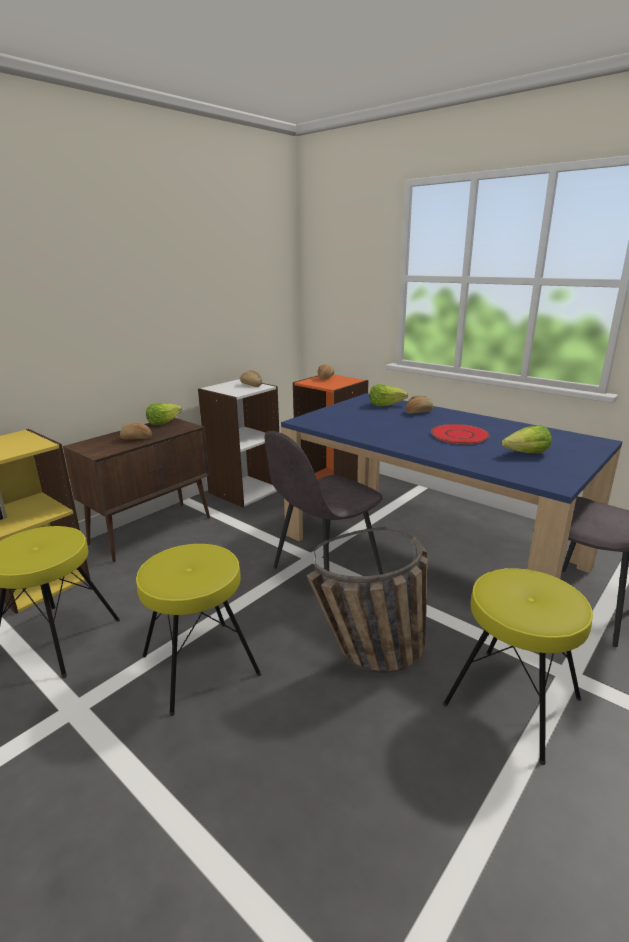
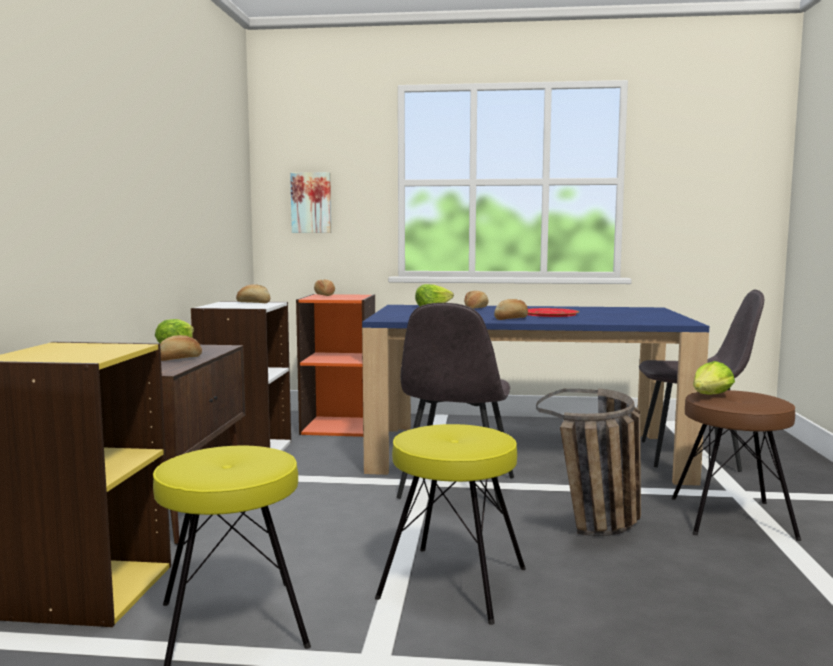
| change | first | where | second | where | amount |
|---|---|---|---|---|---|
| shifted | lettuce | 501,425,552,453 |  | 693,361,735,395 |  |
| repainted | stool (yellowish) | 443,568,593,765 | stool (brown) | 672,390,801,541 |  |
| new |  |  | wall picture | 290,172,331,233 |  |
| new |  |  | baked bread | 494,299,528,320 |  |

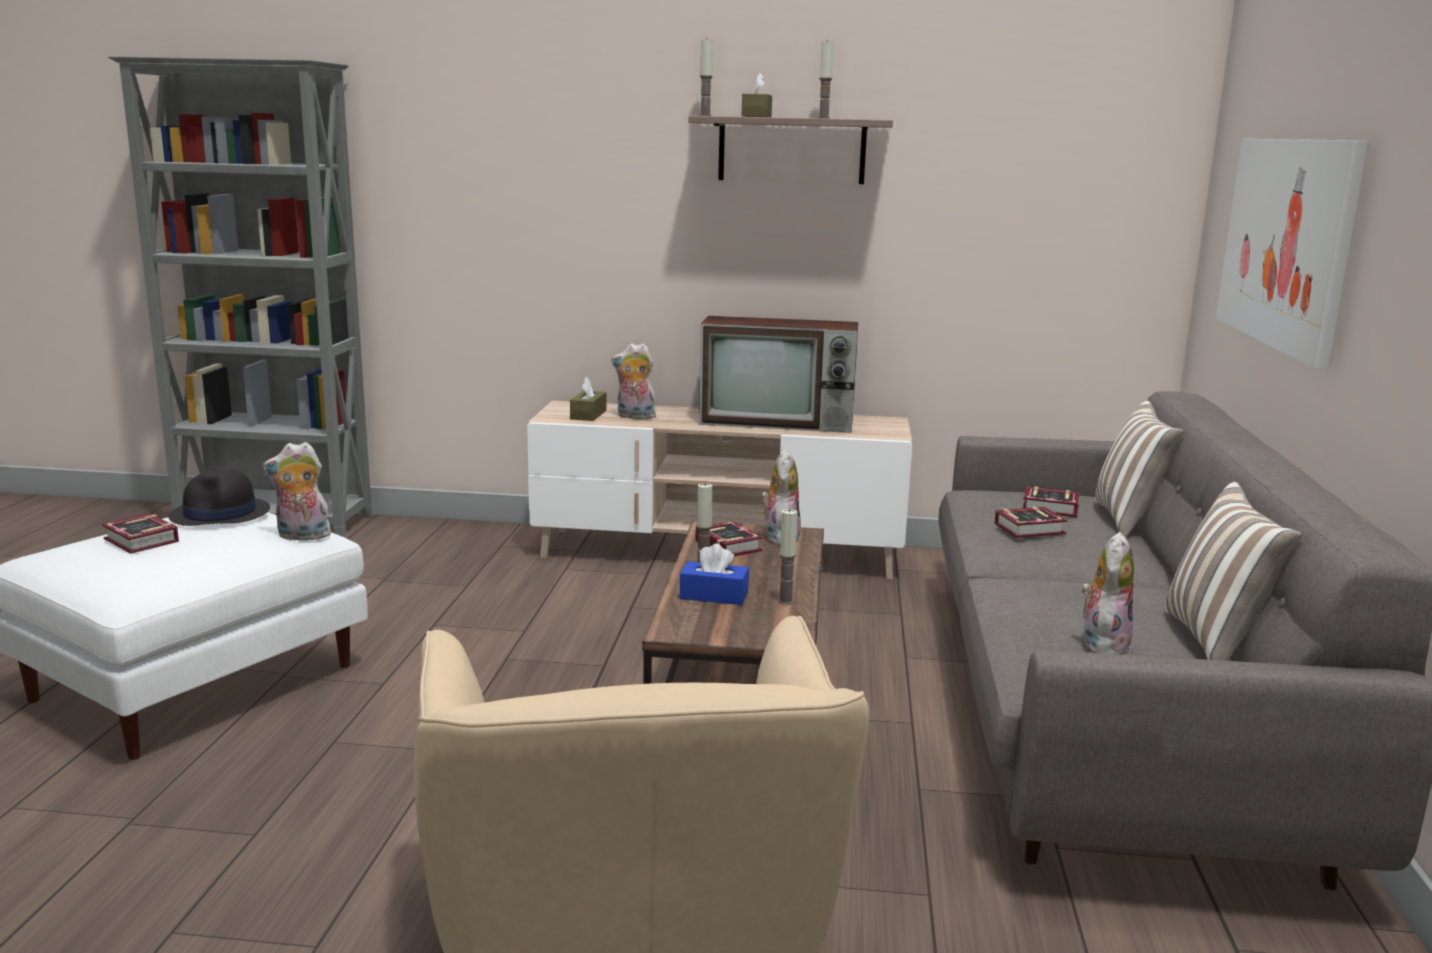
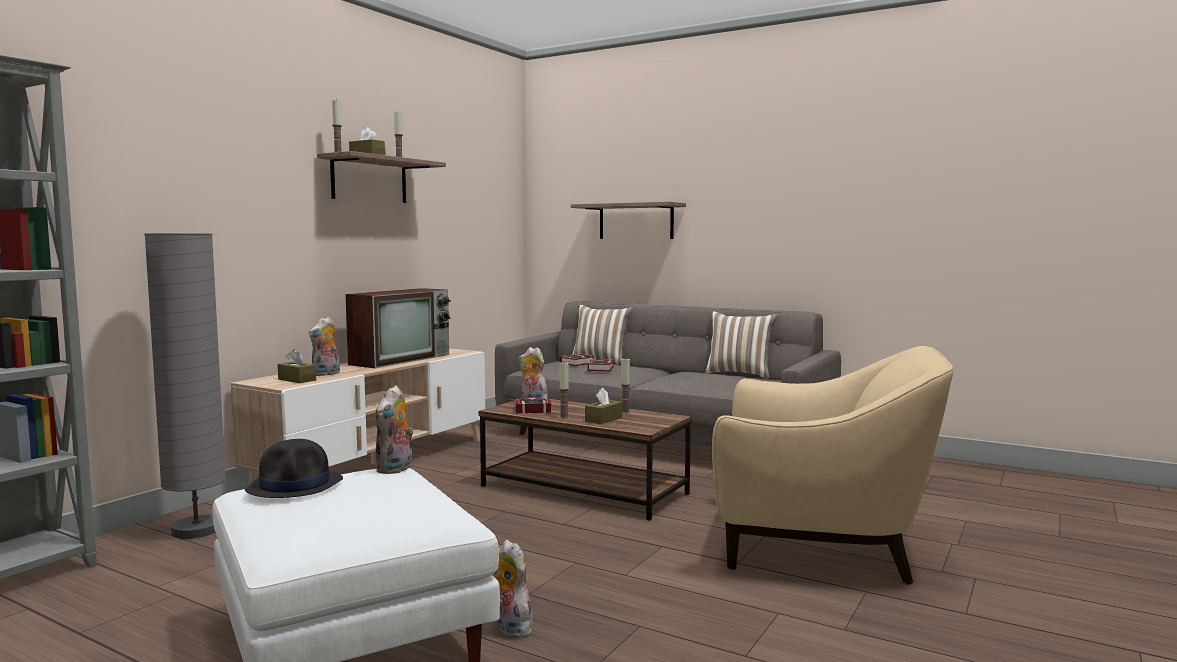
| change | first | where | second | where | amount |
|---|---|---|---|---|---|
| swapped | wall picture | 1216,139,1368,369 | wall shelf | 571,202,686,239 |  |
| gone | book | 102,513,179,554 |  |  |  |
| shifted | plush toy | 1081,532,1134,654 |  | 493,540,533,638 |  |
| repainted | box of tissues (blue) | 680,544,749,605 | box of tissues (brown) | 585,388,622,424 |  |
| new |  |  | standard lamp (grey) | 144,233,226,539 |  |

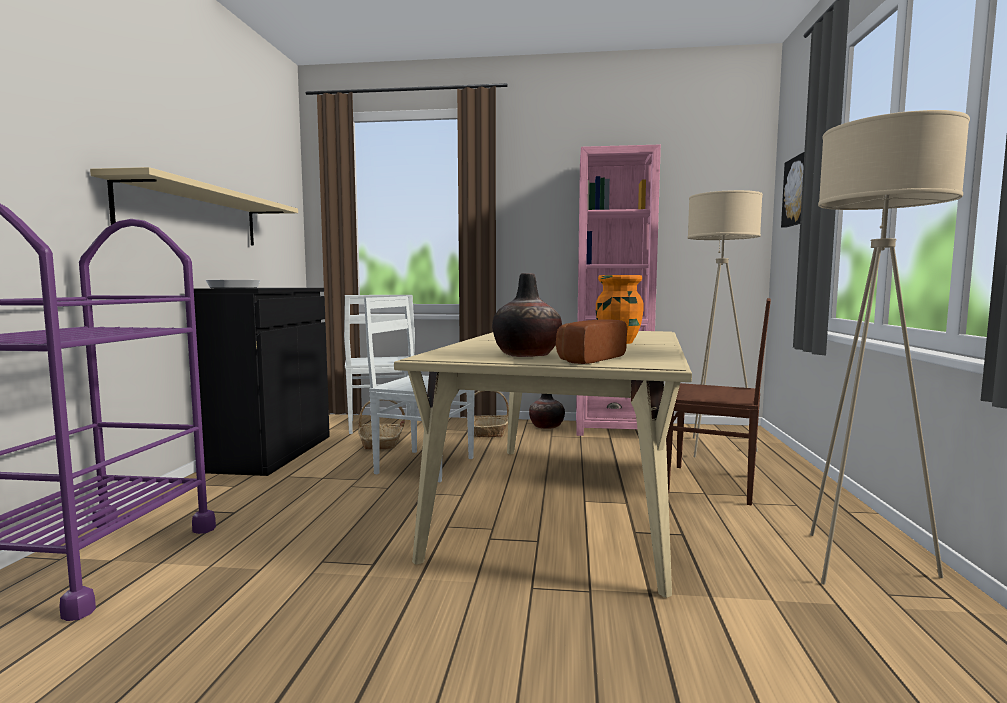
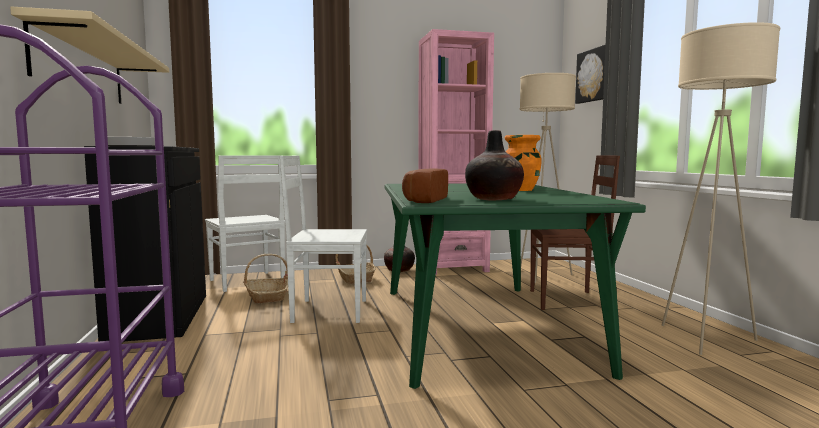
| change | first | where | second | where | amount |
|---|---|---|---|---|---|
| shifted | baked bread | 556,319,627,364 |  | 402,168,448,203 |  |
| repainted | dinner table (sand-coloured) | 394,331,692,598 | dinner table (green) | 385,183,646,389 |  |

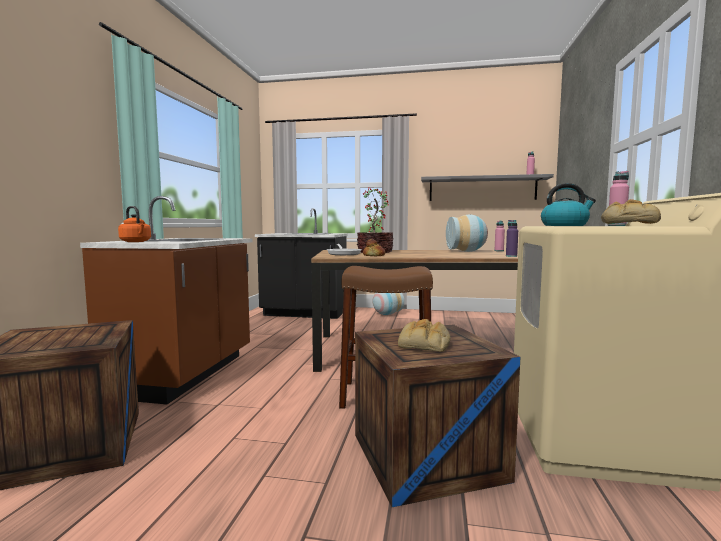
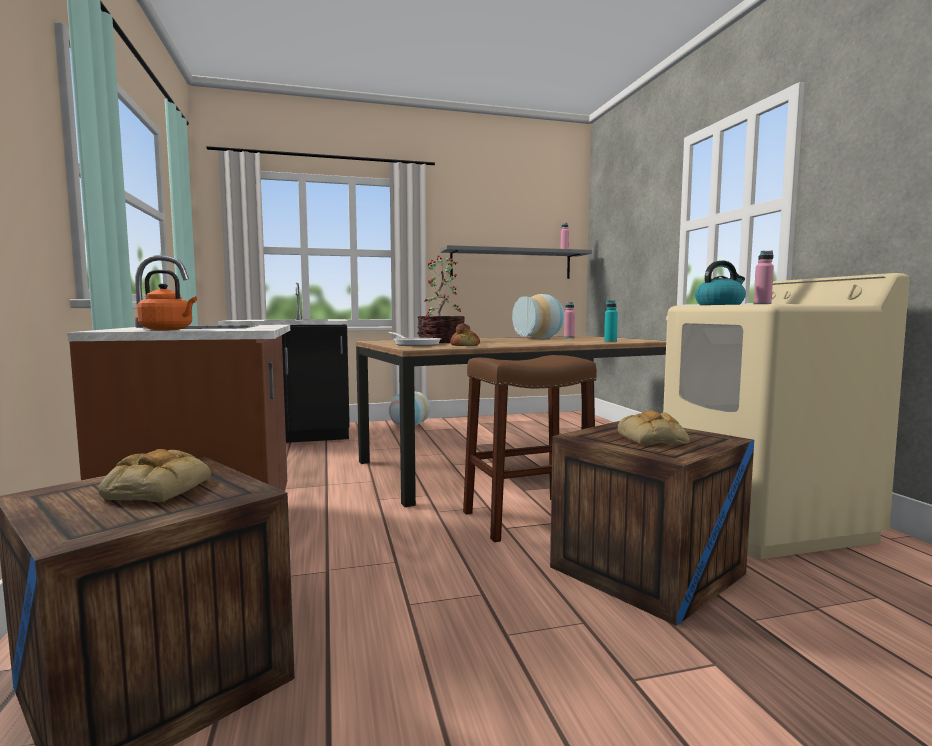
| change | first | where | second | where | amount |
|---|---|---|---|---|---|
| shifted | baked bread | 601,199,661,224 |  | 98,449,211,502 |  |
| repainted | beverage bottle (purple-coloured) | 506,220,518,257 | beverage bottle (turquoise) | 604,300,618,342 |  |

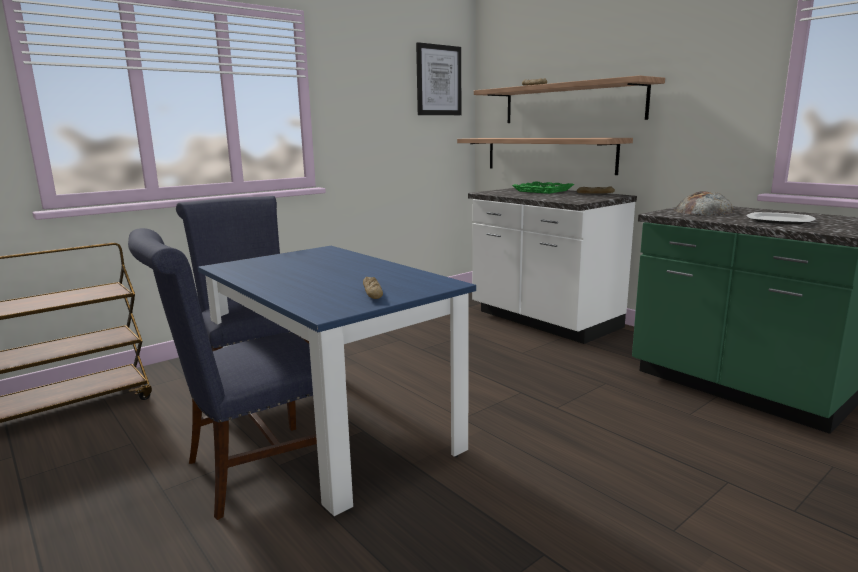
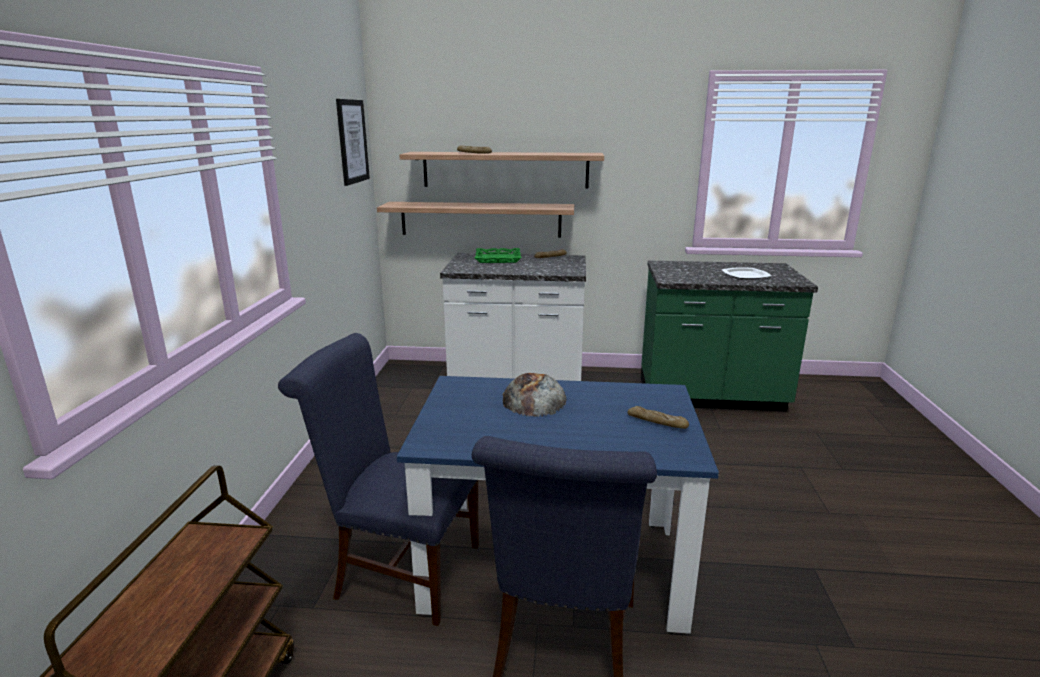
| change | first | where | second | where | amount |
|---|---|---|---|---|---|
| shifted | baked bread | 674,191,734,216 |  | 502,373,567,417 |  |

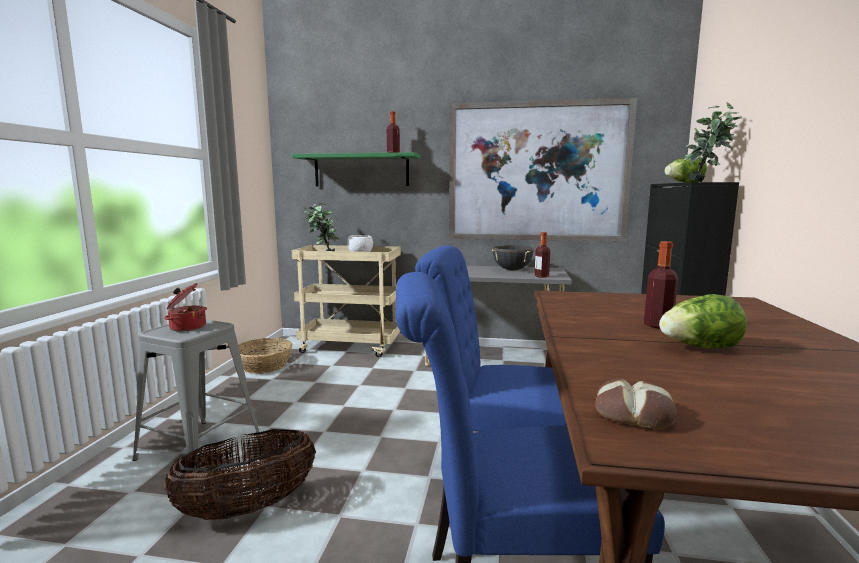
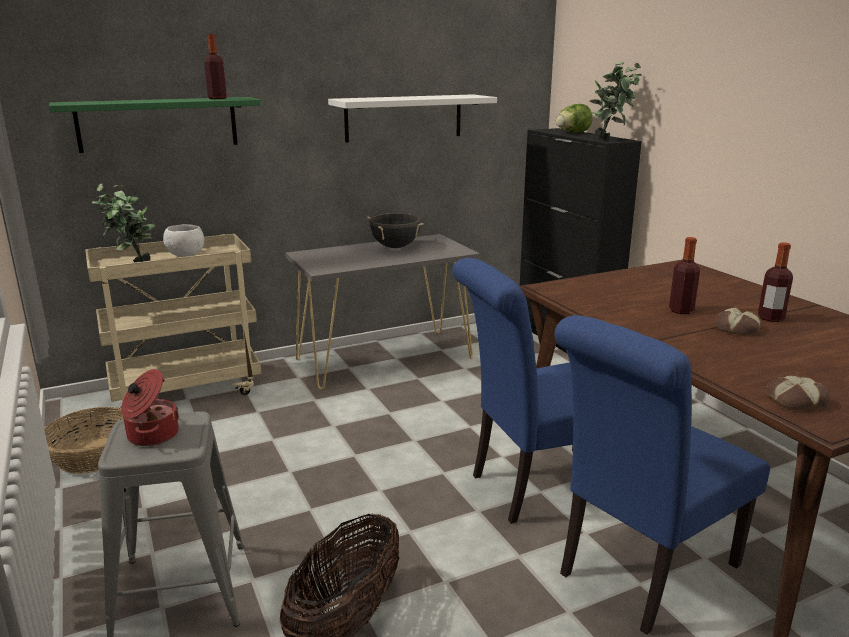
| change | first | where | second | where | amount |
|---|---|---|---|---|---|
| swapped | wall picture | 449,98,637,242 | wall shelf (white) | 328,94,497,143 |  |
| shifted | beverage bottle | 535,232,550,278 |  | 758,242,793,322 |  |
| swapped | lettuce | 659,294,747,349 | baked bread | 715,307,762,335 |  |

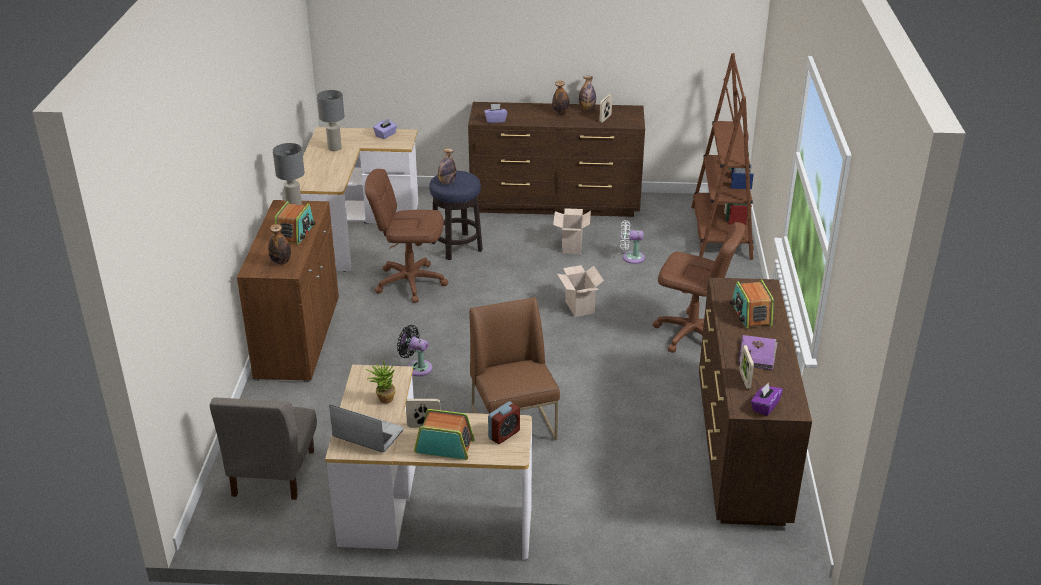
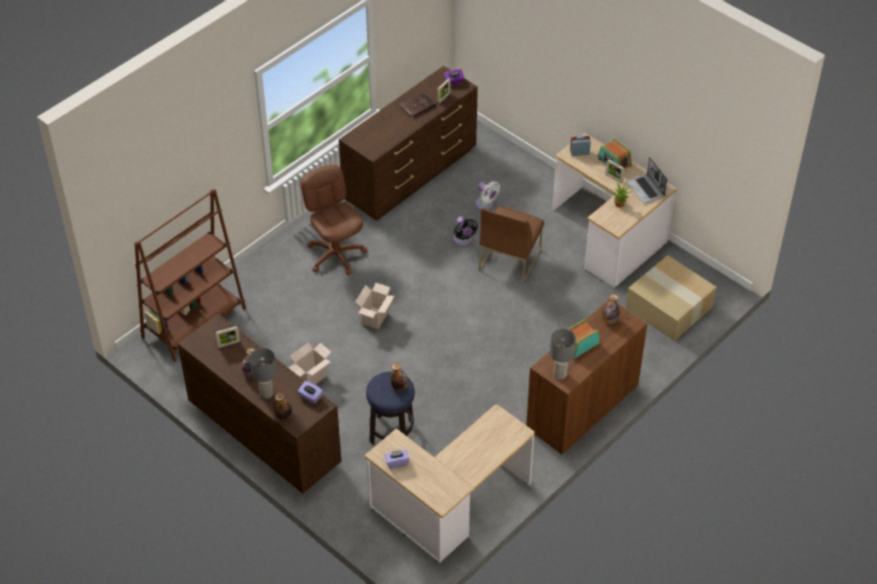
| change | first | where | second | where | amount |
|---|---|---|---|---|---|
| shifted | beverage bottle | 579,76,596,110 |  | 274,392,292,420 |  |
| shifted | lamp for a table (grey) | 317,90,344,151 |  | 250,348,277,399 |  |
| gone | desk chair (brown) | 365,169,448,303 |  |  |  |
| shifted | fan (white) | 620,220,645,264 |  | 475,181,500,210 |  |
| gone | radio set | 730,279,774,329 |  |  |  |
| shifted | fan (black-coloured) | 397,325,432,376 |  | 453,217,478,246 |  |
| repainted | book (purple-coloured) | 739,335,778,370 | book (brown) | 400,93,436,117 |  |
| swapped | upright chair (grey) | 210,397,317,500 | carton | 626,255,717,341 |  |

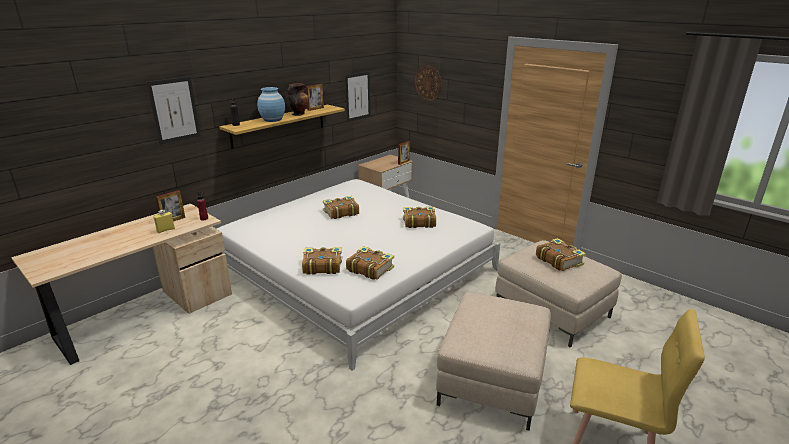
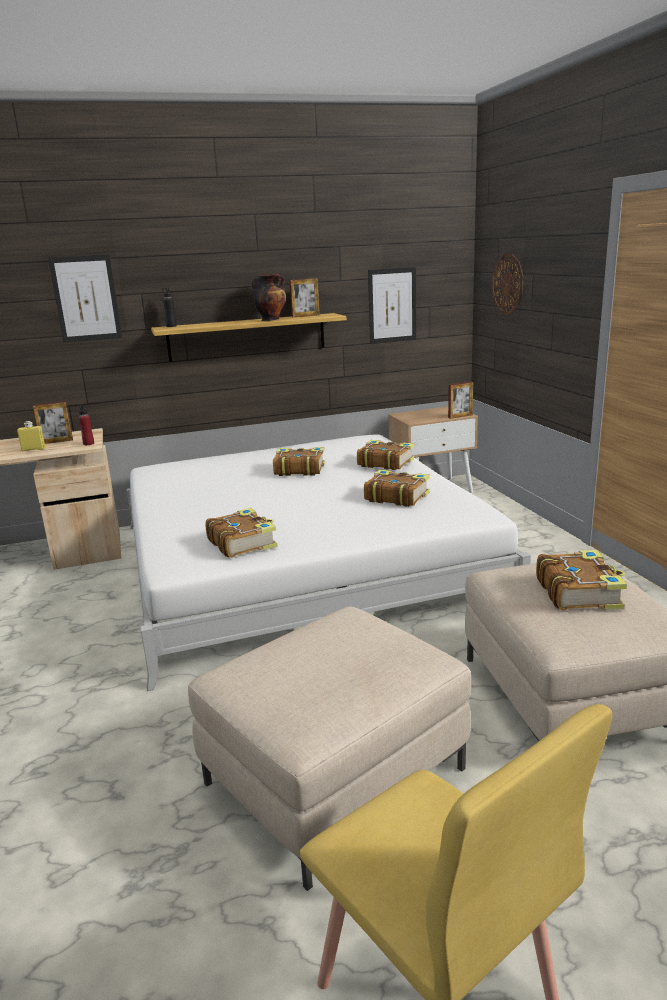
| change | first | where | second | where | amount |
|---|---|---|---|---|---|
| gone | decorative vase (blue) | 257,87,285,122 |  |  |  |
| shifted | book | 302,247,342,275 |  | 357,440,414,470 |  |

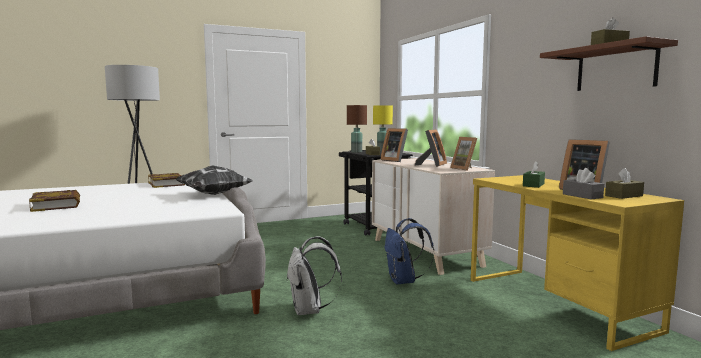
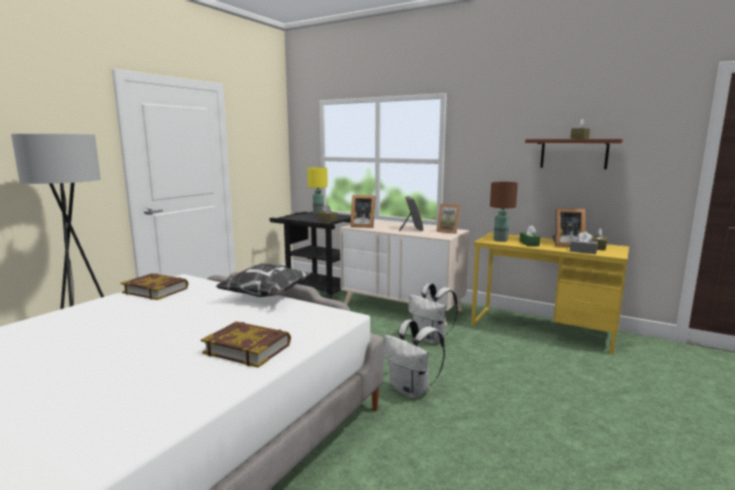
| change | first | where | second | where | amount |
|---|---|---|---|---|---|
| shifted | lamp for a table (brown) | 347,105,367,153 |  | 490,182,518,242 |  |
| shifted | book | 29,190,80,212 |  | 201,321,291,368 |  |
| repainted | backpack (blue) | 385,218,434,284 | backpack (white) | 408,283,458,344 |  |

